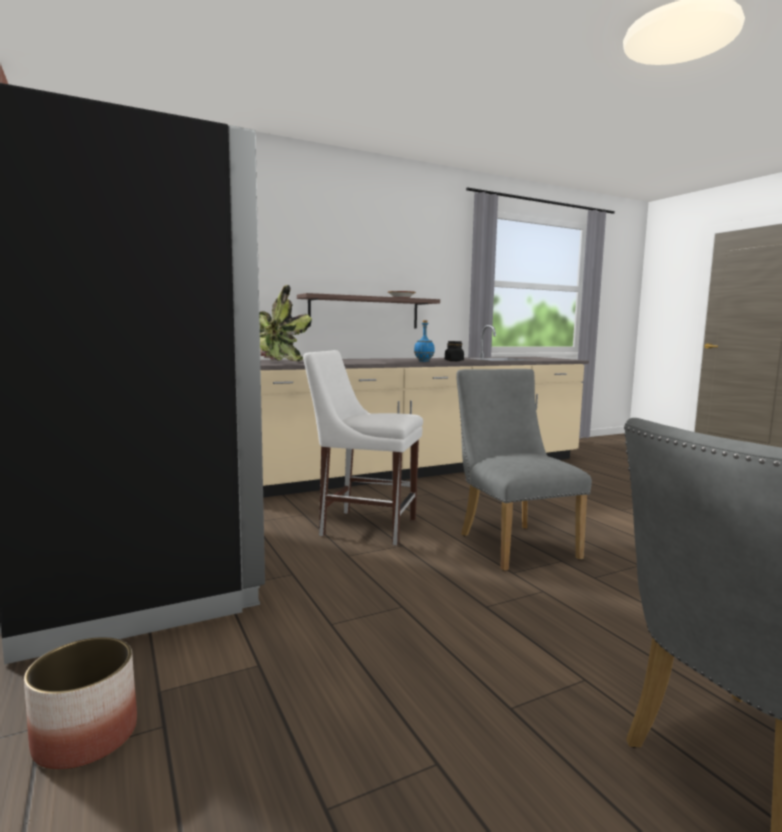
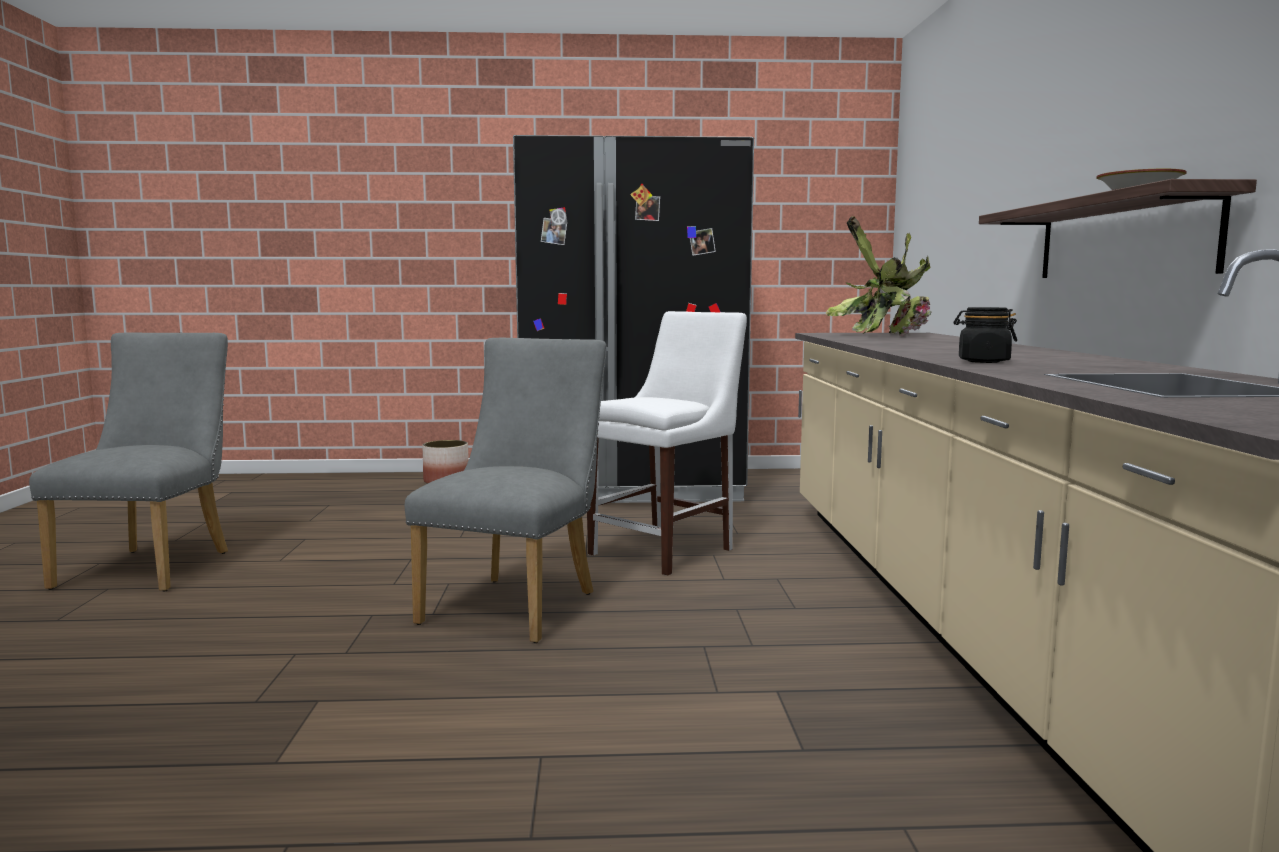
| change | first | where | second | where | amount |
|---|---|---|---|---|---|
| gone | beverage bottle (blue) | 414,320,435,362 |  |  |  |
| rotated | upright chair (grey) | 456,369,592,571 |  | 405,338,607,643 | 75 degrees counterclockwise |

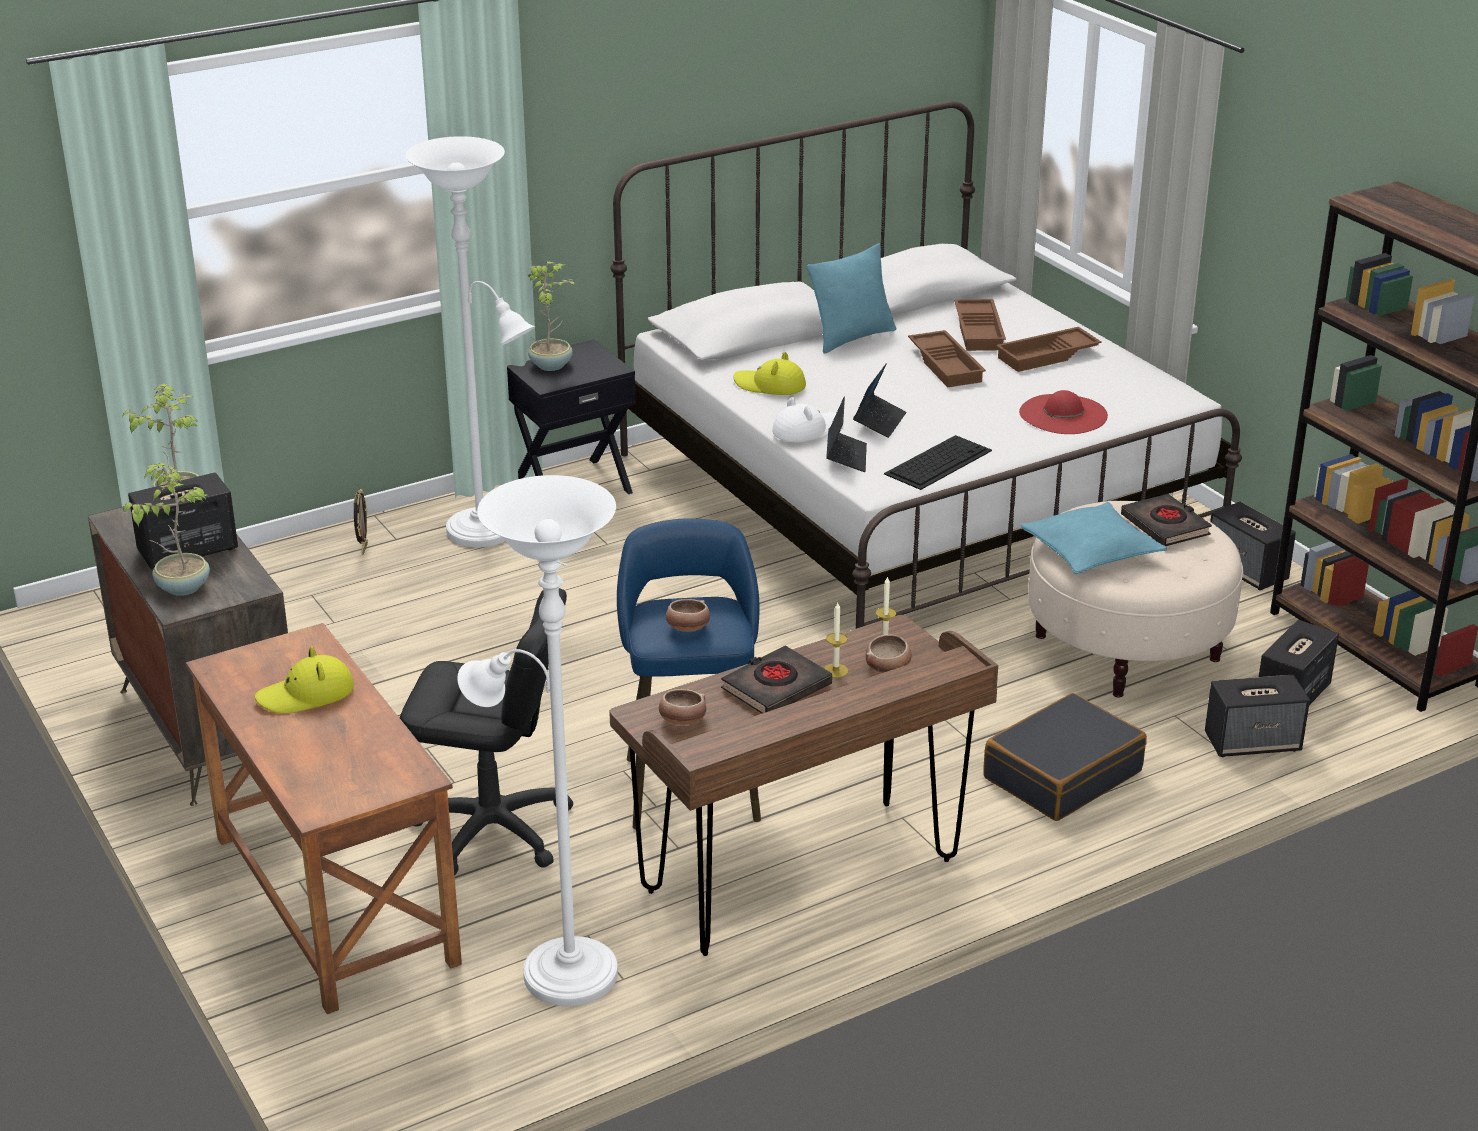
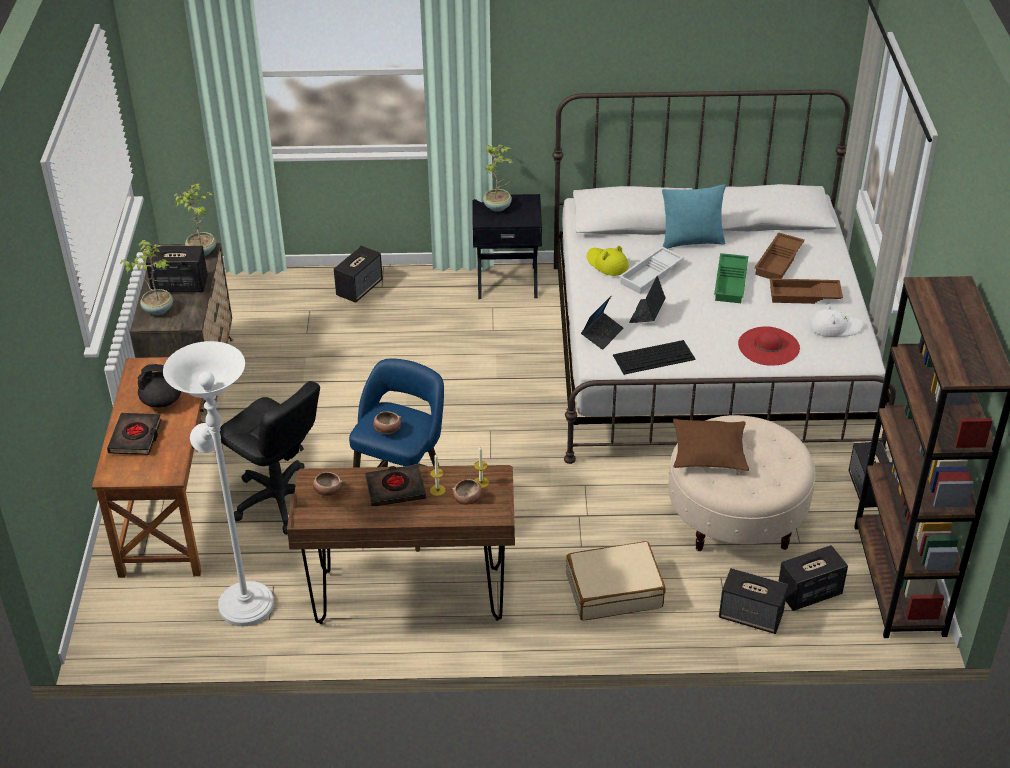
| change | first | where | second | where | amount |
|---|---|---|---|---|---|
| gone | standard lamp (white) | 406,136,535,547 |  |  |  |
| repainted | carrying tray (brown) | 908,330,986,387 | carrying tray (green) | 714,253,748,303 |  |
| rotated | laptop | 853,363,906,438 |  | 629,276,665,323 | 150 degrees clockwise |
| shifted | wearable hat (white) | 772,397,836,442 |  | 810,304,863,337 |  |
| swapped | picture frame | 354,489,368,555 | loudspeaker | 334,246,383,303 |  |
| shifted | book (black-coloured) | 1121,494,1212,546 |  | 107,413,162,455 |  |
| repainted | throw pillow (turquoise) | 1020,502,1167,574 | throw pillow (brown) | 673,419,749,471 |  |
| swapped | wearable hat (yellowish) | 254,647,354,714 | teapot (black-coloured) | 138,364,181,408 |  |
| repainted | piece of luggage (black-coloured) | 983,693,1147,821 | piece of luggage (sand-coloured) | 566,541,665,621 |  |
| new |  |  | carrying tray (white) | 619,247,684,294 |  |

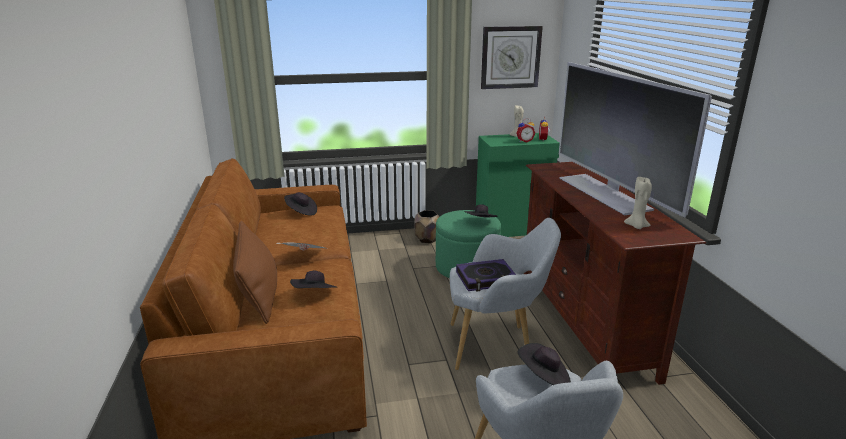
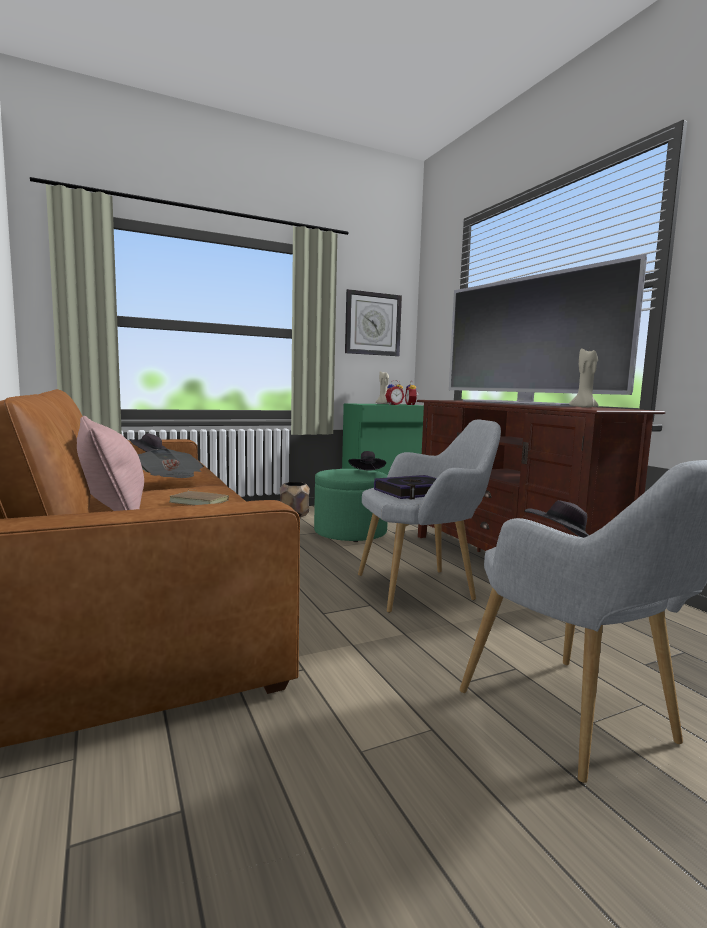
| change | first | where | second | where | amount |
|---|---|---|---|---|---|
| repainted | throw pillow (brown) | 233,221,277,324 | throw pillow (pink) | 77,416,144,511 |  |
| swapped | wearable hat (black-coloured) | 290,271,337,288 | book (brown) | 169,489,229,505 |  |

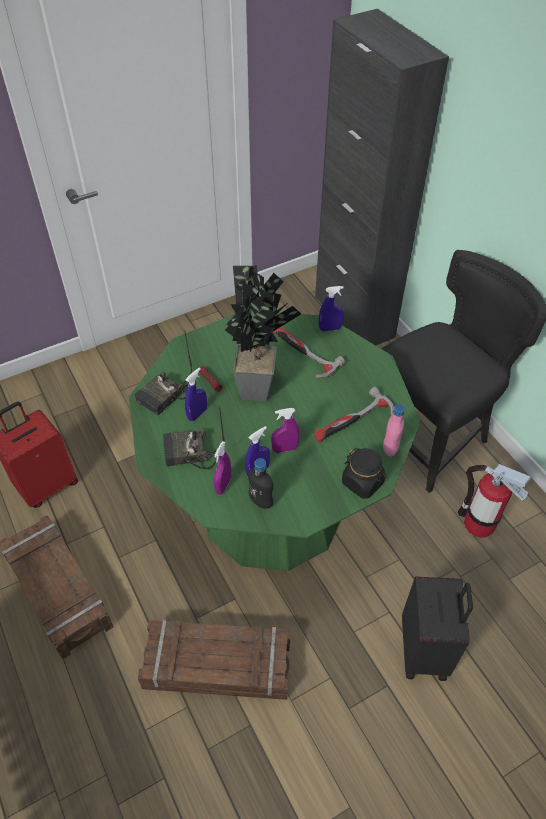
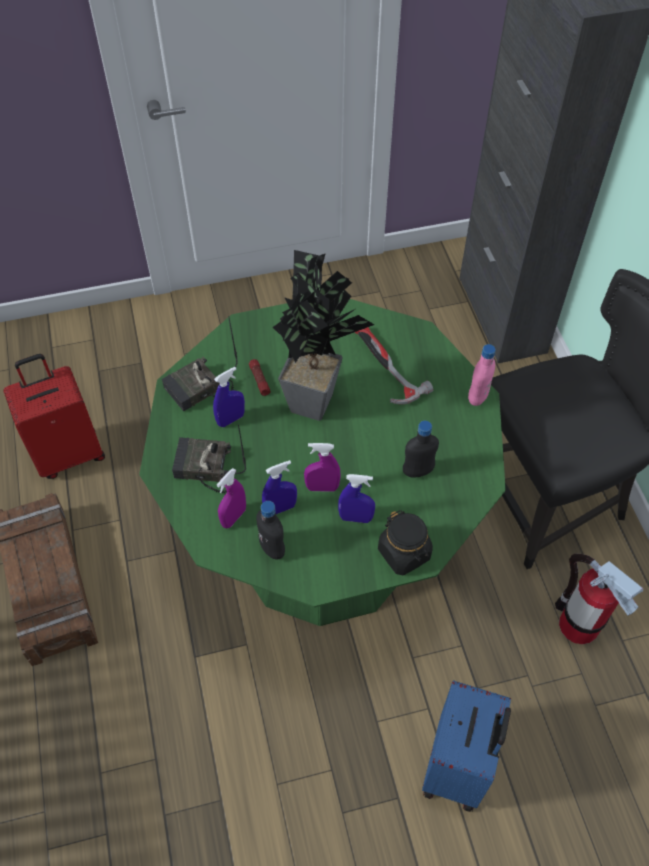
| change | first | where | second | where | amount |
|---|---|---|---|---|---|
| shifted | spray bottle (blue) | 319,286,344,331 |  | 338,474,375,523 |  |
| swapped | hand hammer | 315,387,394,443 | beverage bottle (black-coloured) | 403,421,439,478 |  |
| shifted | beverage bottle (pink) | 383,404,405,457 |  | 468,344,496,406 |  |
| repainted | piece of luggage (black-coloured) | 402,576,473,681 | piece of luggage (blue) | 422,680,511,812 |  |
| gone | packing crate | 138,619,291,700 |  |  |  |

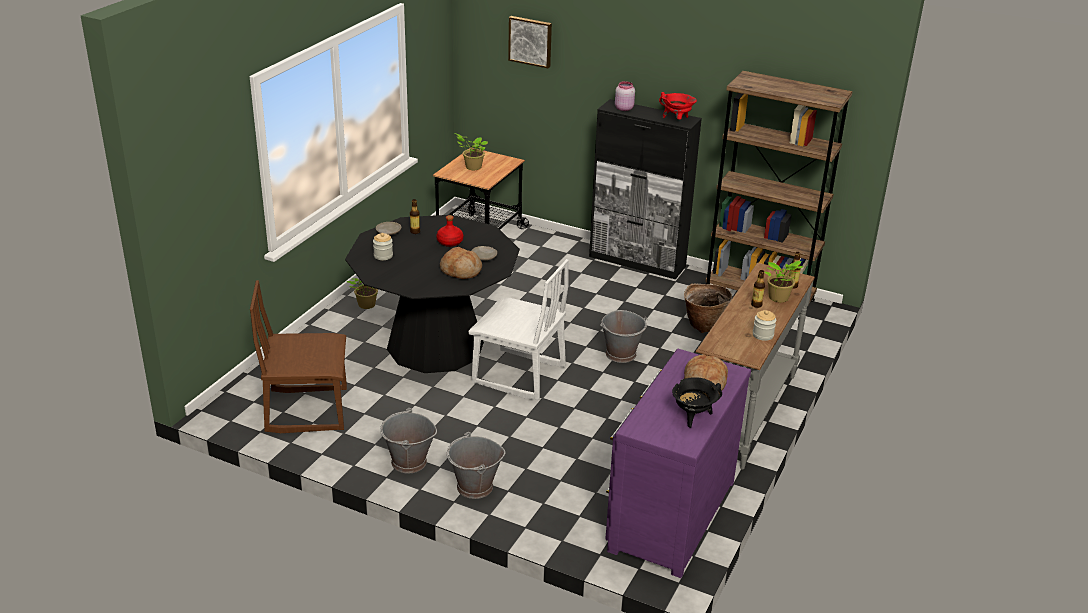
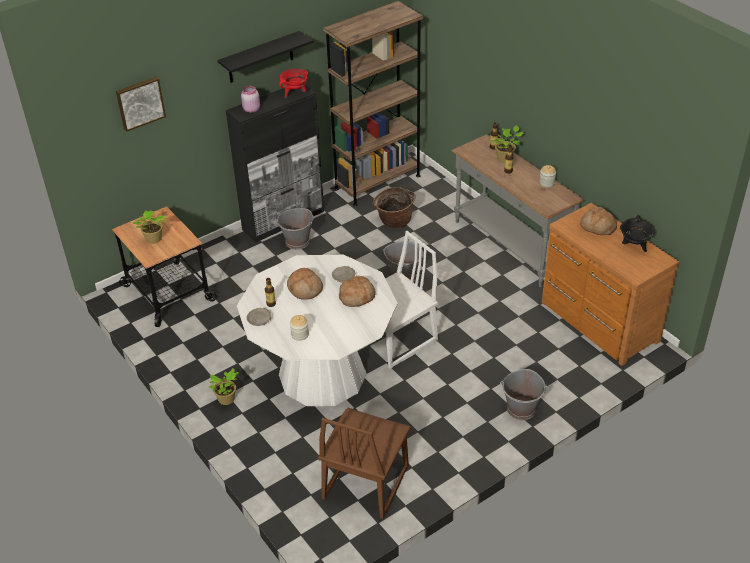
| change | first | where | second | where | amount |
|---|---|---|---|---|---|
| repainted | dinner table (black-coloured) | 345,215,520,373 | dinner table (white) | 237,255,397,406 |  |
| swapped | beverage bottle (red-coloured) | 436,215,463,247 | baked bread | 287,268,323,300 |  |
| repainted | dresser (purple-coloured) | 605,349,751,578 | dresser (brown) | 542,203,679,366 |  |
| shifted | pail (grey) | 380,408,437,474 |  | 277,208,313,250 |  |
| new |  |  | wall shelf (black-coloured) | 217,31,313,83 |  |

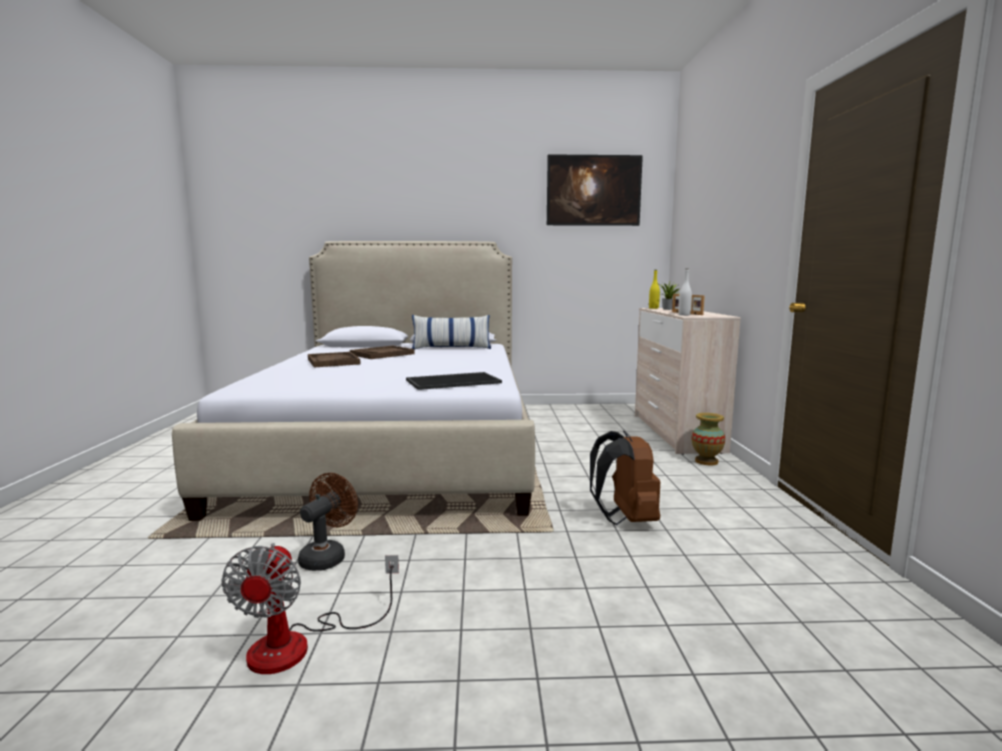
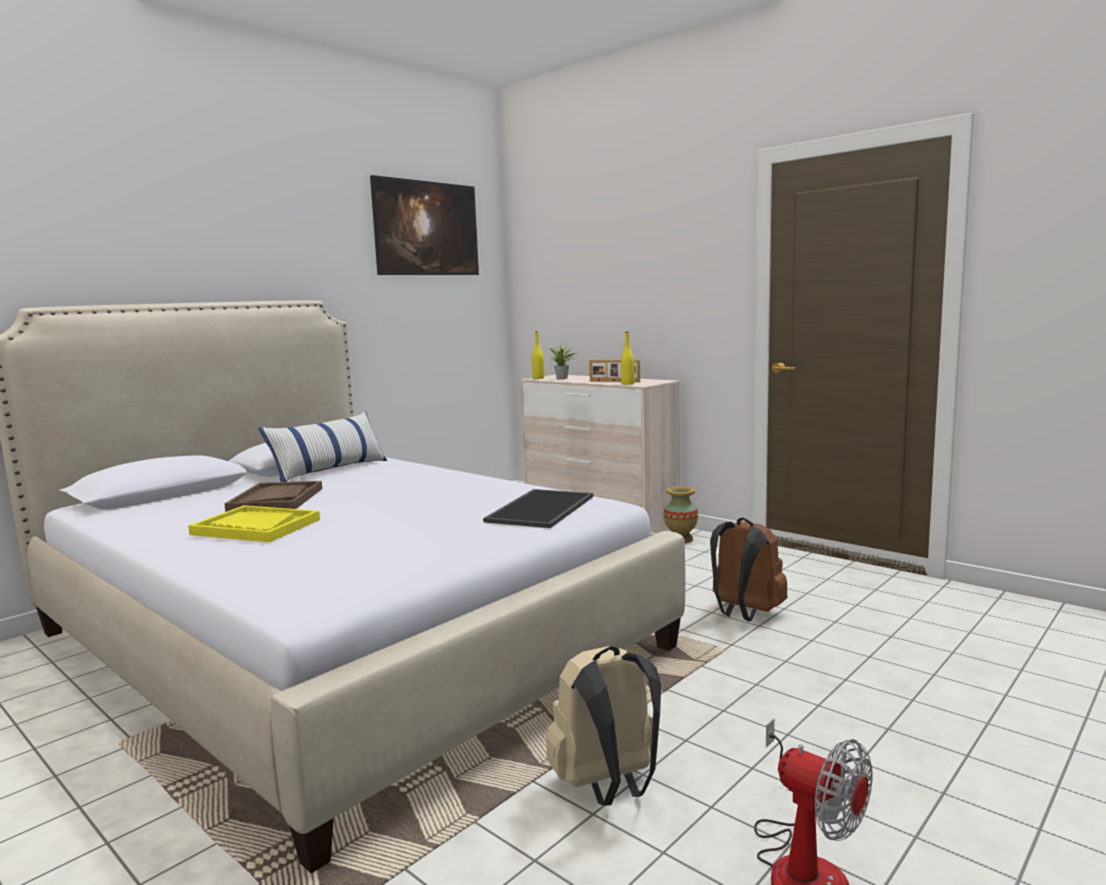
| change | first | where | second | where | amount |
|---|---|---|---|---|---|
| repainted | beverage bottle (white) | 678,269,692,316 | beverage bottle (yellowish) | 621,332,635,385 |  |
| repainted | carrying tray (brown) | 308,352,360,367 | carrying tray (yellowish) | 188,505,320,542 |  |
| swapped | fan (brown) | 298,473,358,571 | backpack (sand-coloured) | 546,646,661,806 |  |

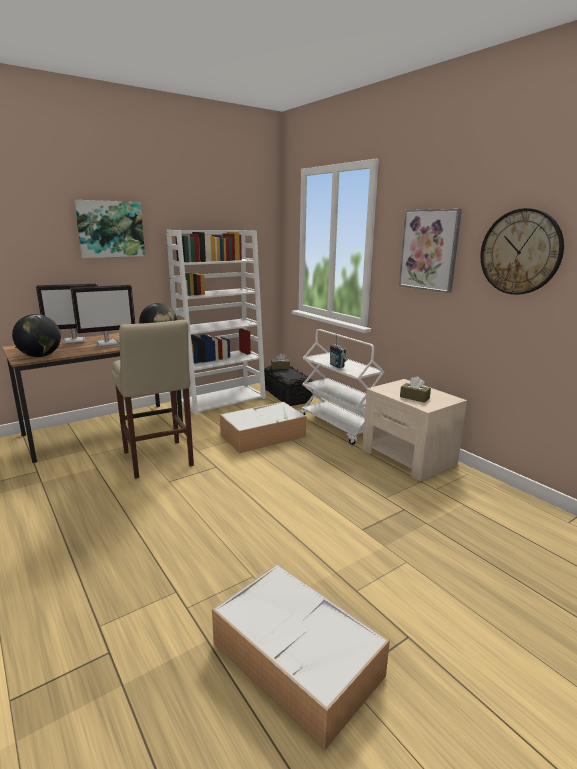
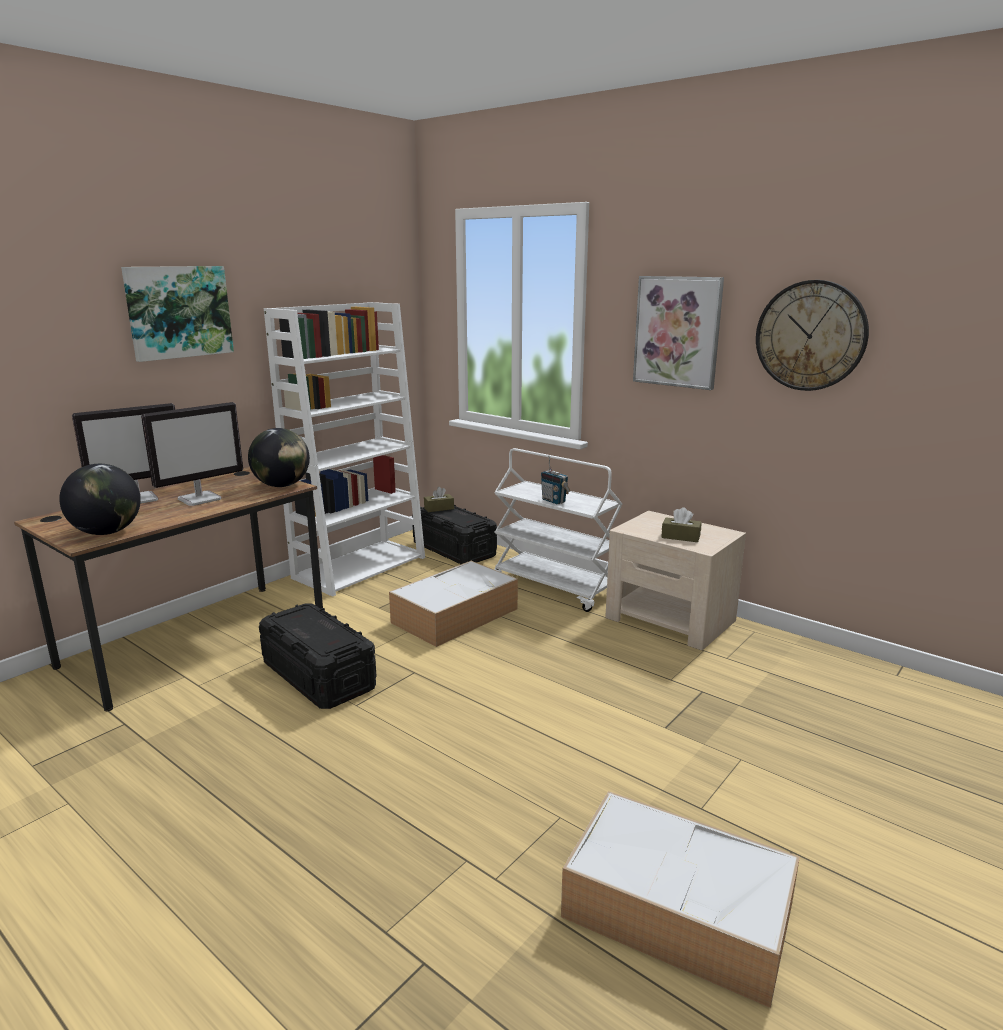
| change | first | where | second | where | amount |
|---|---|---|---|---|---|
| swapped | stool (sand-coloured) | 111,320,194,479 | storage bin (black-coloured) | 259,604,377,709 |  |

